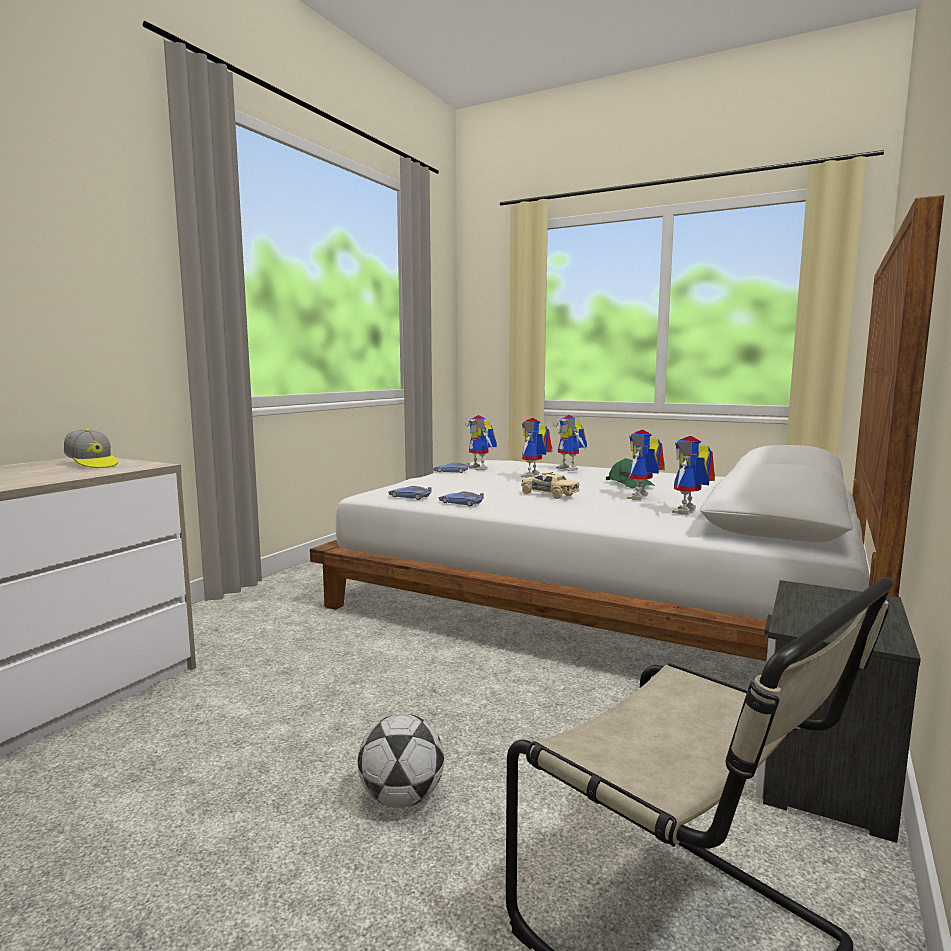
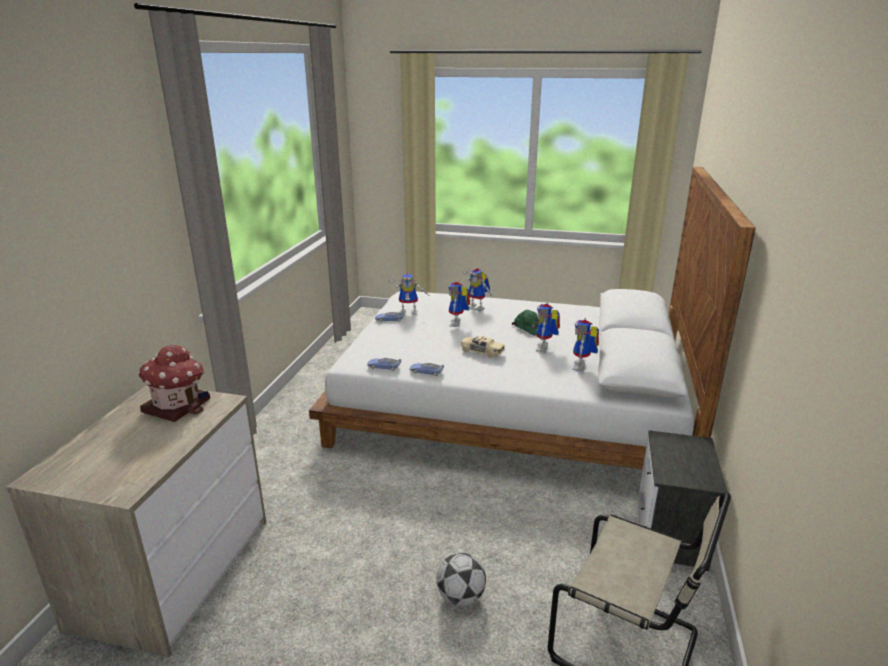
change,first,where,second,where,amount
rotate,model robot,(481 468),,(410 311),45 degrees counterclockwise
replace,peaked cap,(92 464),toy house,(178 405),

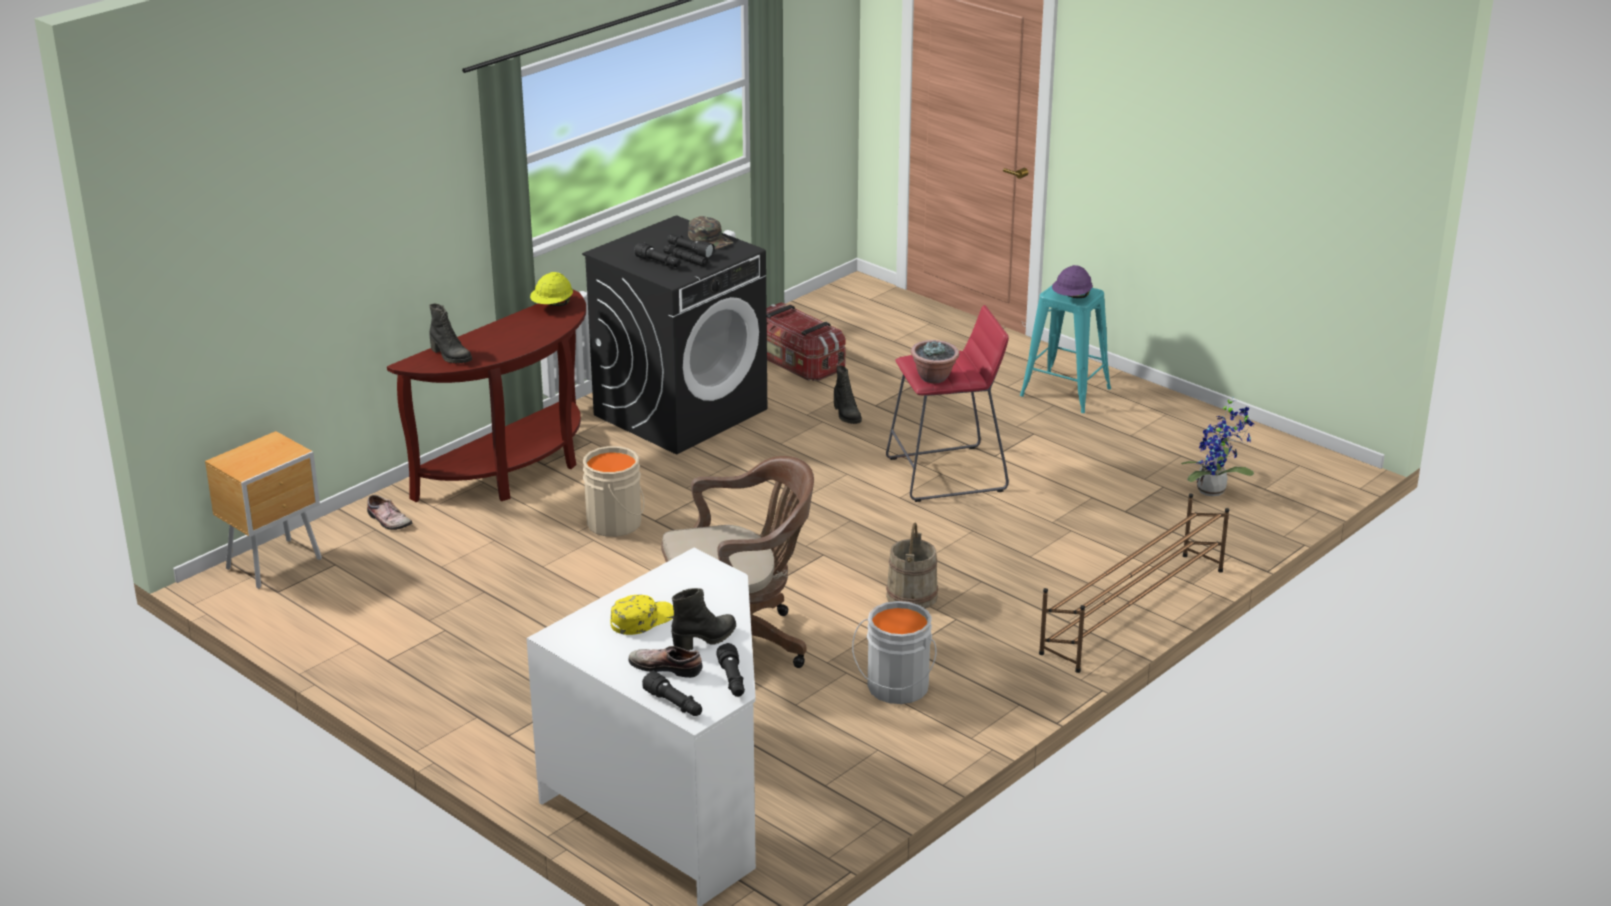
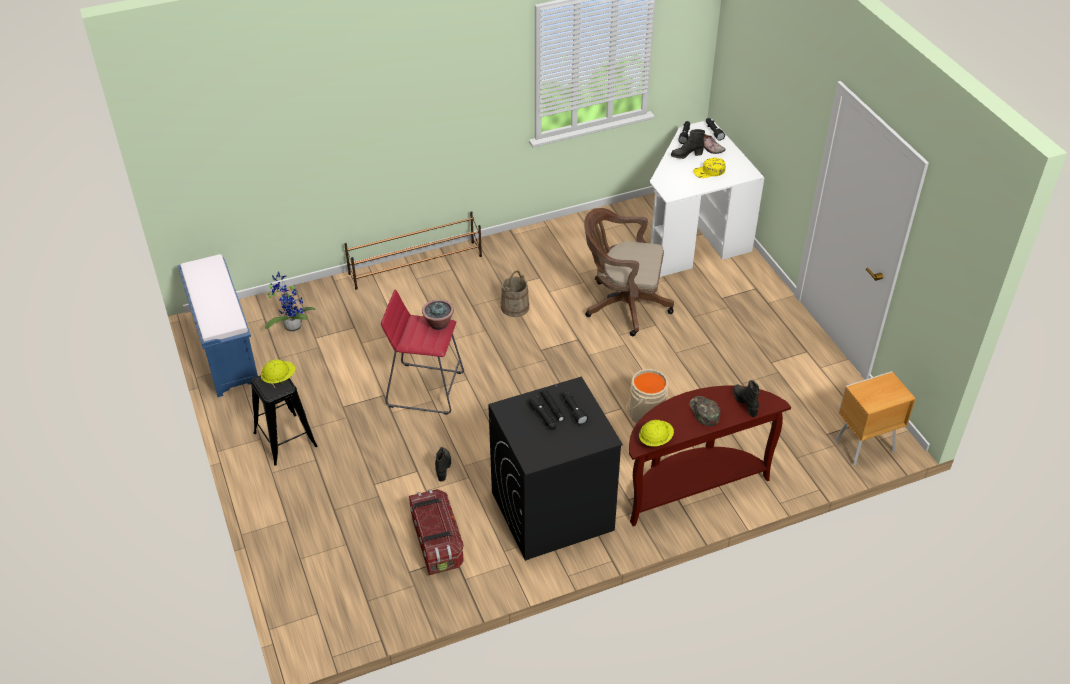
change,first,where,second,where,amount
move,green peaked cap,(710 239),,(704 412),
recolor,purple-coloured hard hat,(1071 297),yellowish hard hat,(279 378),
recolor,turquoise stool,(1065 392),black stool,(285 439),
delete,shoe,(387 521),,,
delete,grey water bucket,(896 688),,,
insert,,,bluish bench,(225 352),

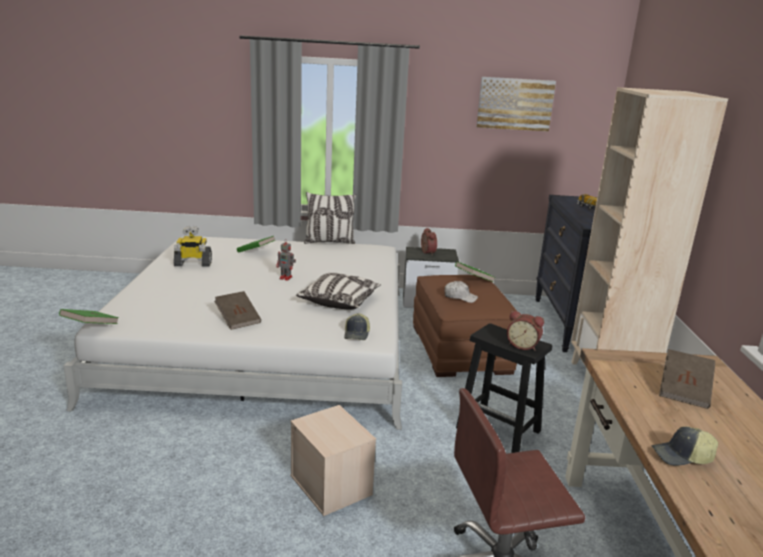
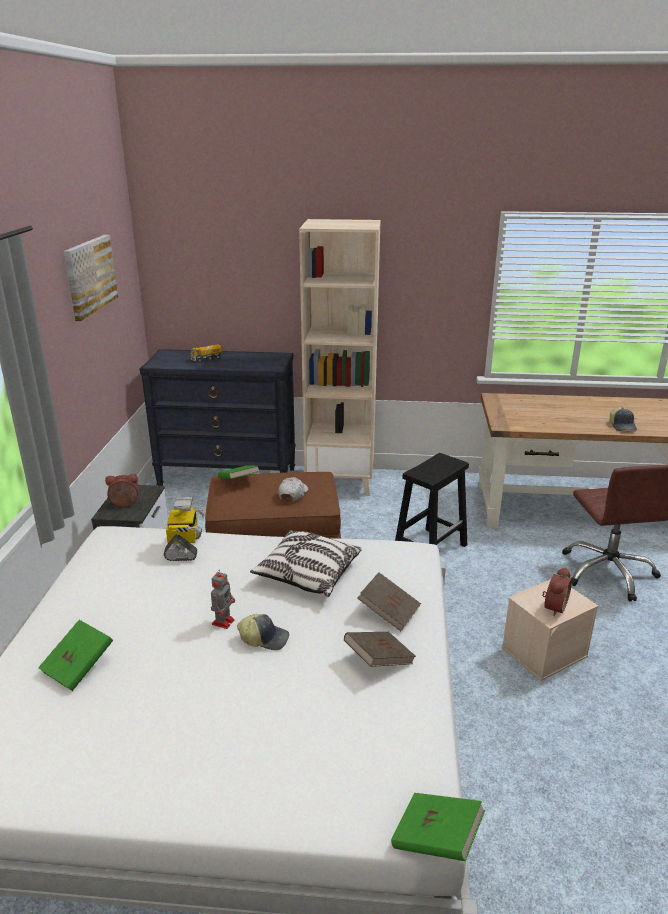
change,first,where,second,where,amount
delete,throw pillow,(329 242),,,
move,model robot,(193 264),,(185 547),
move,alarm clock,(523 345),,(553 607),
move,peaked cap,(357 334),,(264 638),
move,brownish volume,(684 391),,(389 612),

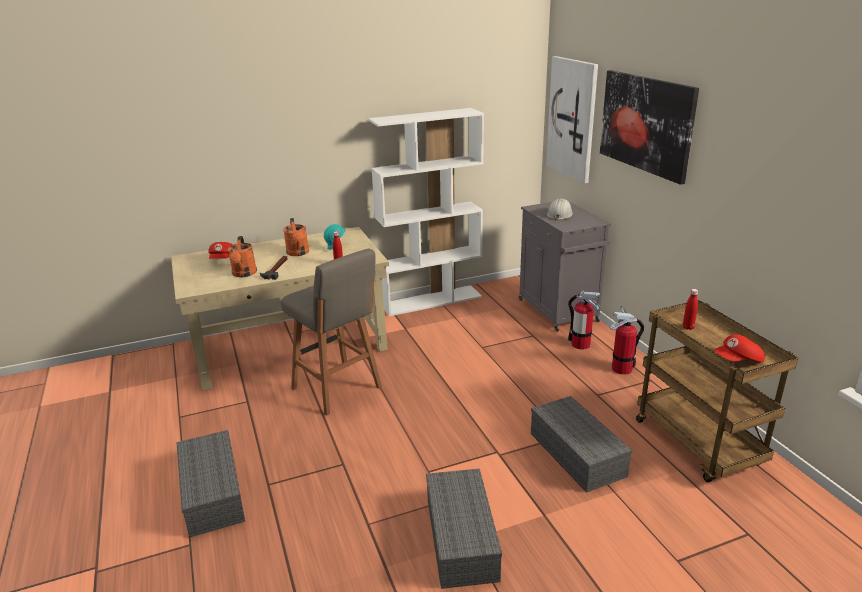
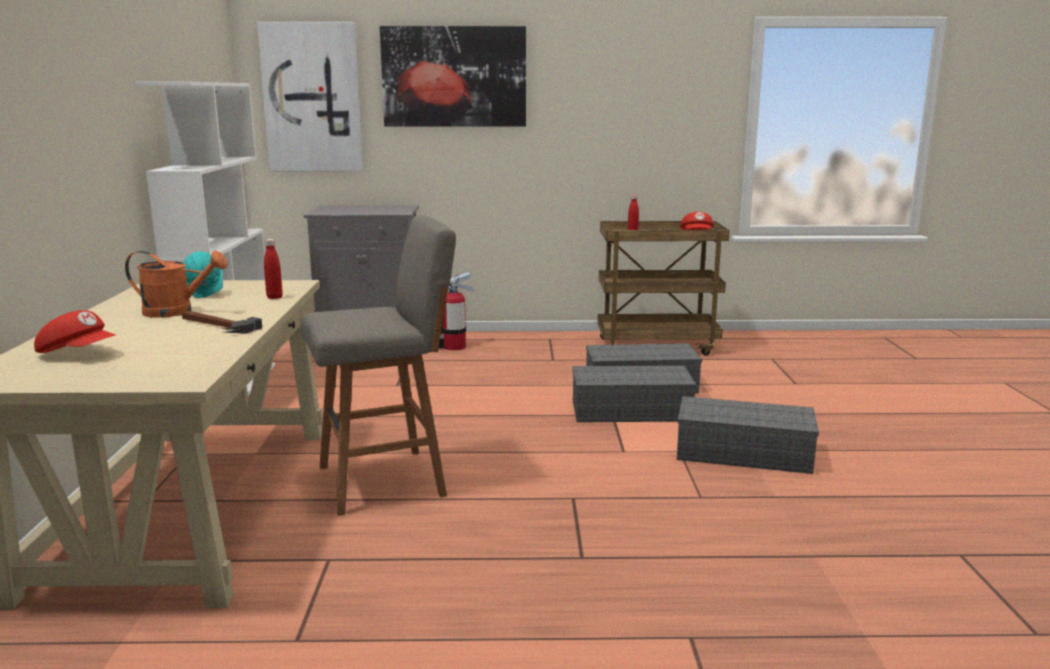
change,first,where,second,where,amount
delete,white-coloured hard hat,(559 214),,,
delete,orange sprinkling can,(244 274),,,
delete,fire extinguisher,(622 369),,,
move,grey storage container,(214 494),,(632 410),

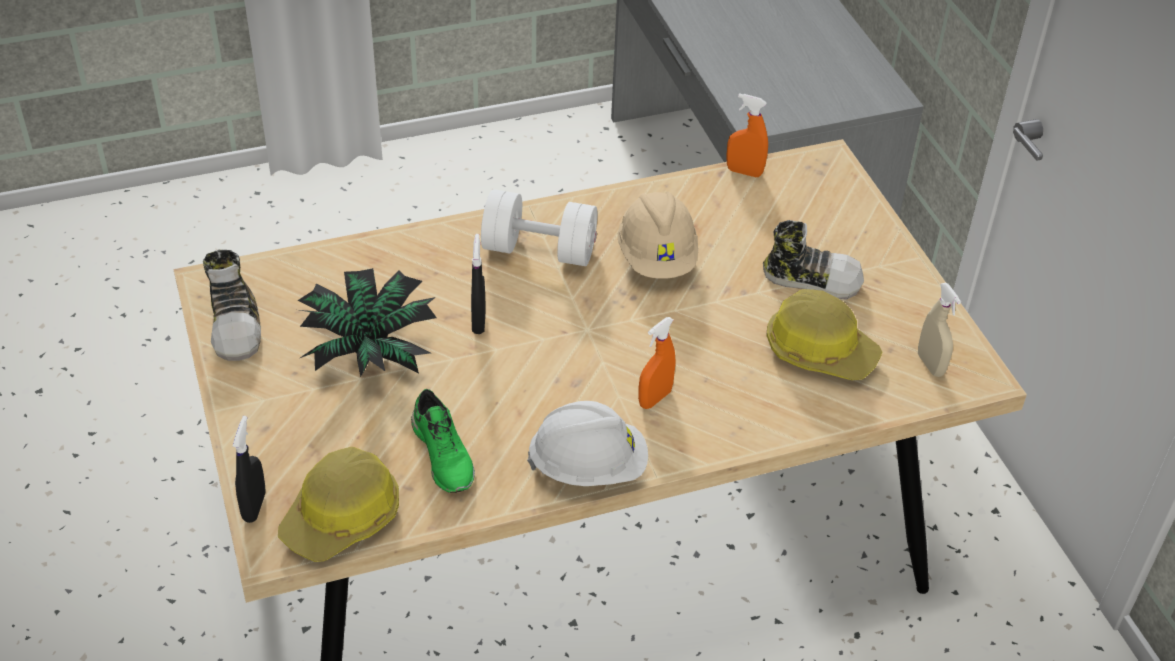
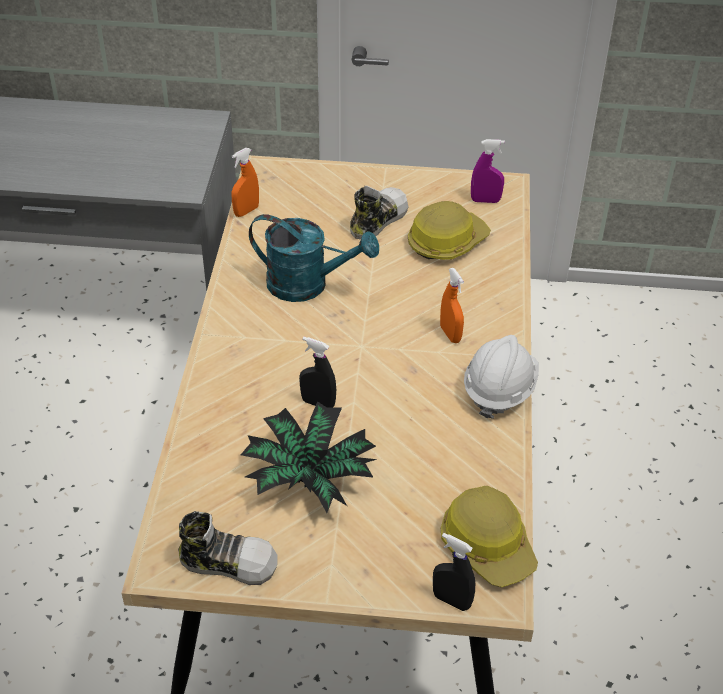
change,first,where,second,where,amount
delete,white-coloured free weight,(539 250),,,
replace,beige hard hat,(657 257),turquoise sprinkling can,(308 285),
recolor,beige spray bottle,(930 365),purple-coloured spray bottle,(485 200),
delete,green shoe,(444 455),,,

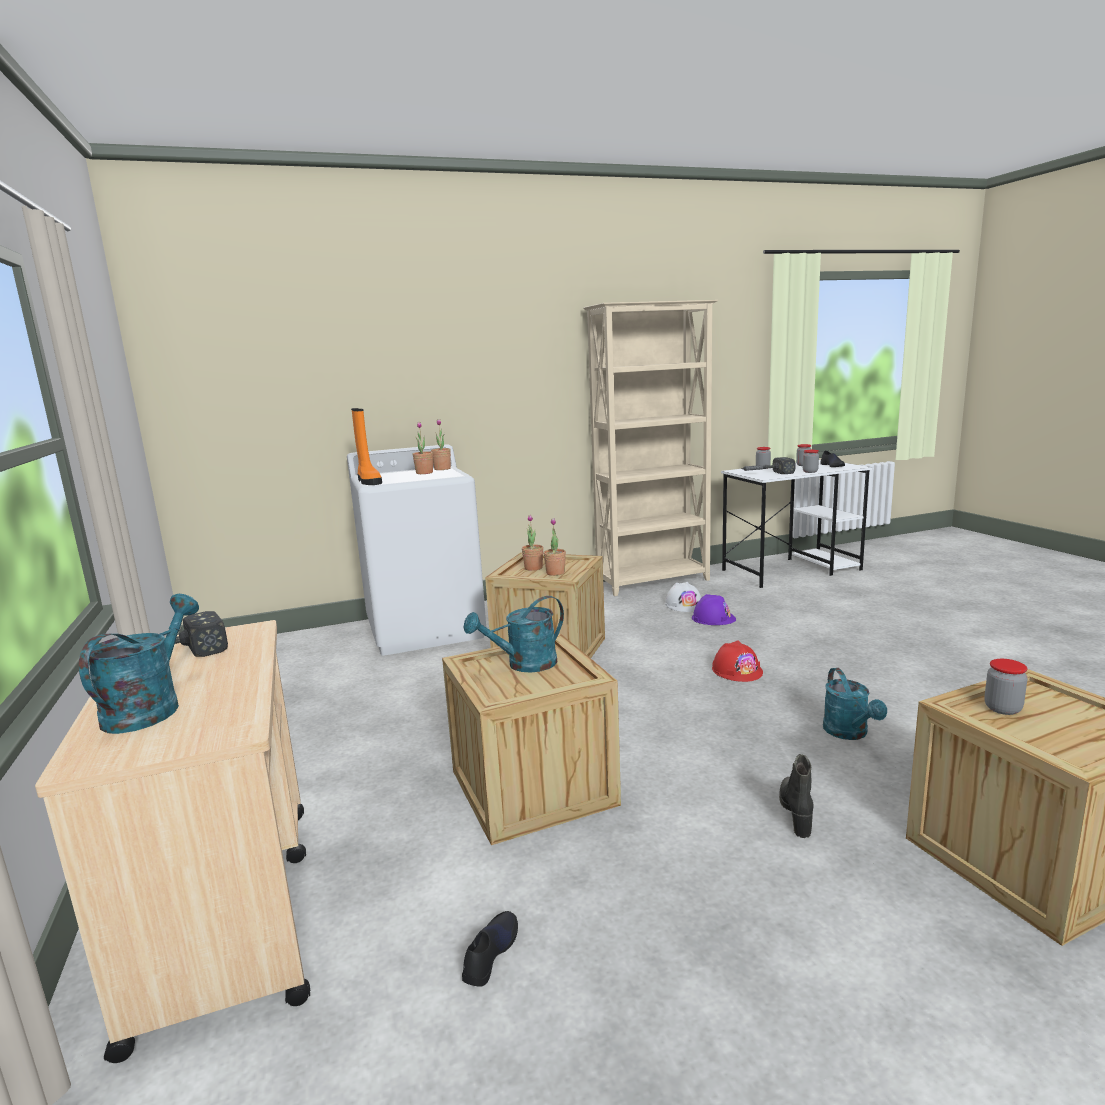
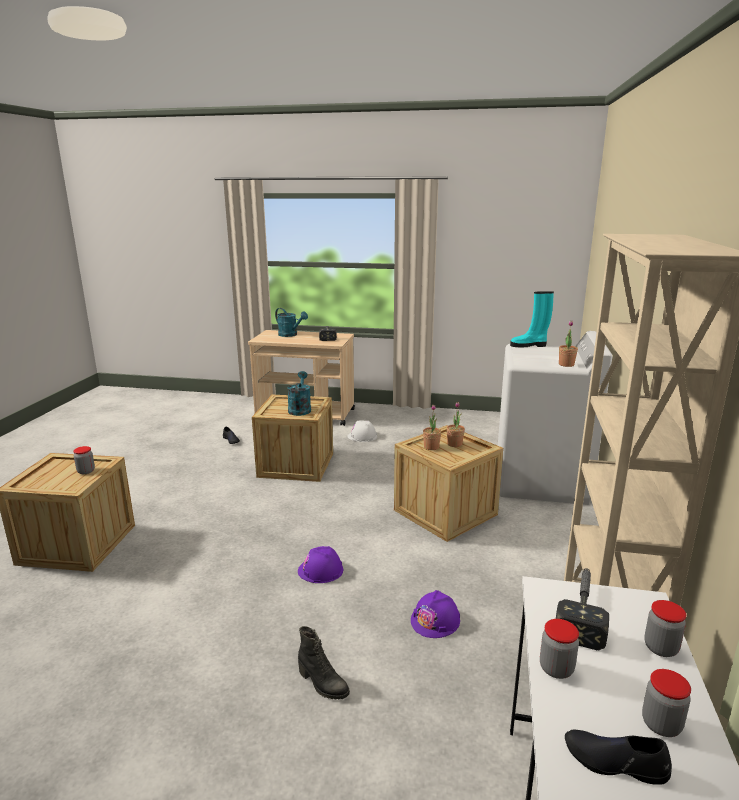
change,first,where,second,where,amount
recolor,orange boot,(368 481),turquoise boot,(529 345),
delete,houseplant,(424 473),,,
move,white-coloured hard hat,(684 604),,(362 436),
recolor,red hard hat,(737 670),purple-coloured hard hat,(320 570),
delete,turquoise sprinkling can,(849 733),,,
move,black boot,(797 813),,(322 684),

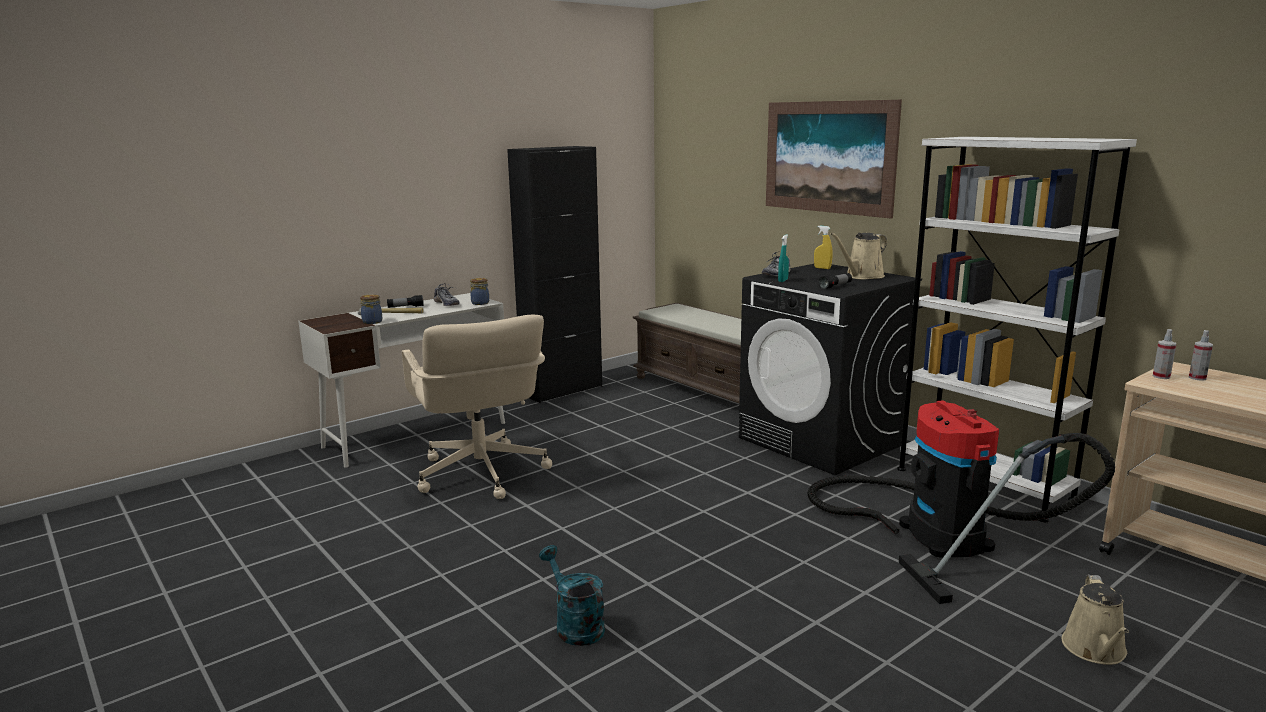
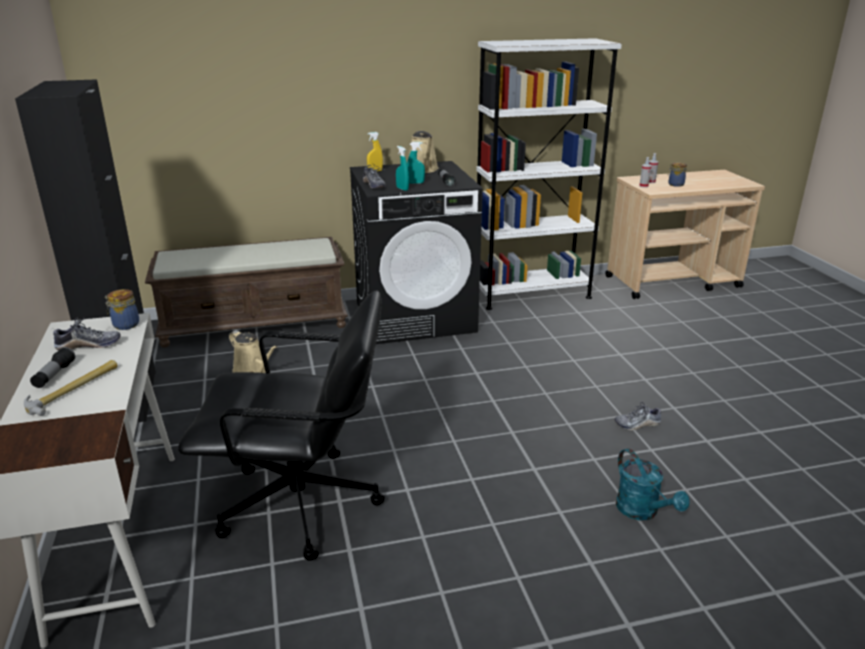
change,first,where,second,where,amount
delete,picture,(828 157),,,
move,jar,(372 322),,(675 184),
recolor,beige office chair,(481 474),black office chair,(302 505),
delete,hoover,(936 532),,,
rotate,turquoise sprinkling can,(575 625),,(642 511),105 degrees counterclockwise
move,beige sprinkling can,(1095 650),,(253 371),
insert,,,turquoise spray bottle,(415 183),
insert,,,shoe,(637 424),

